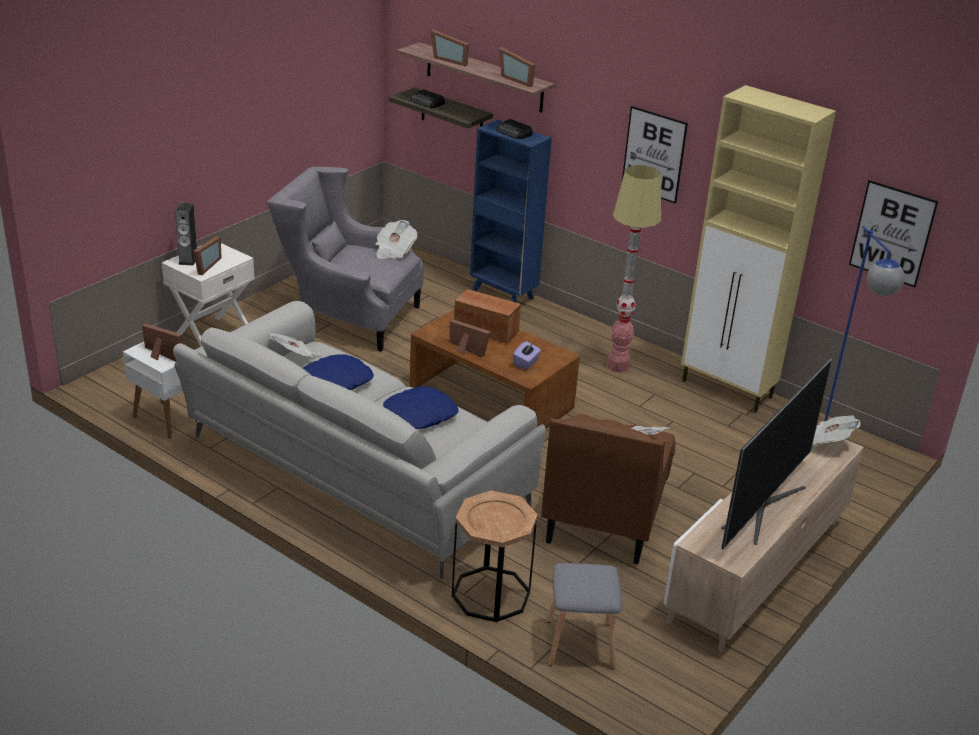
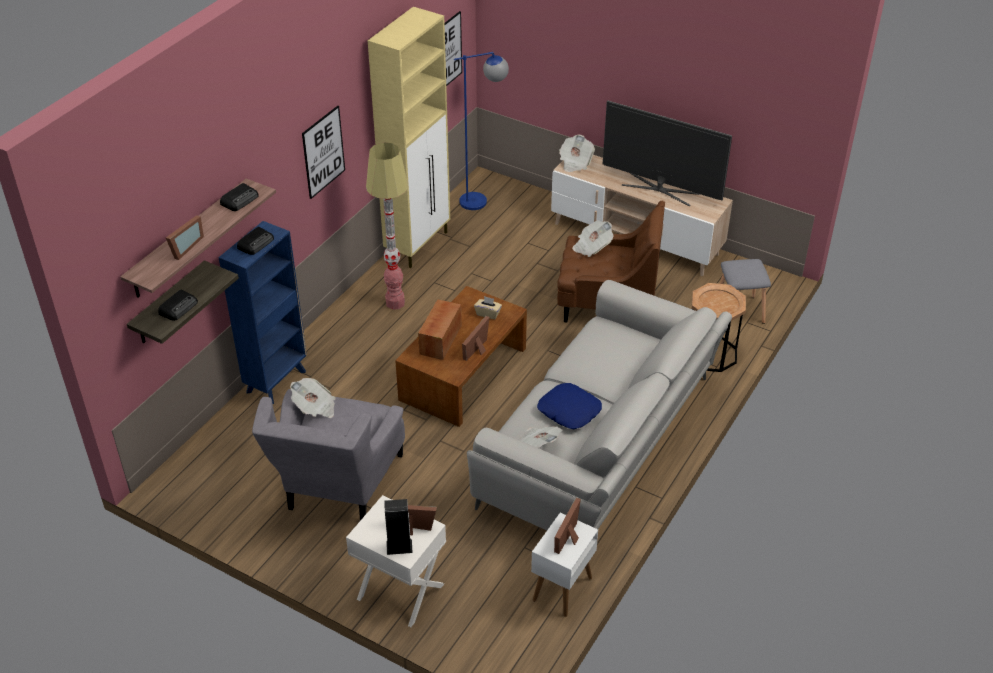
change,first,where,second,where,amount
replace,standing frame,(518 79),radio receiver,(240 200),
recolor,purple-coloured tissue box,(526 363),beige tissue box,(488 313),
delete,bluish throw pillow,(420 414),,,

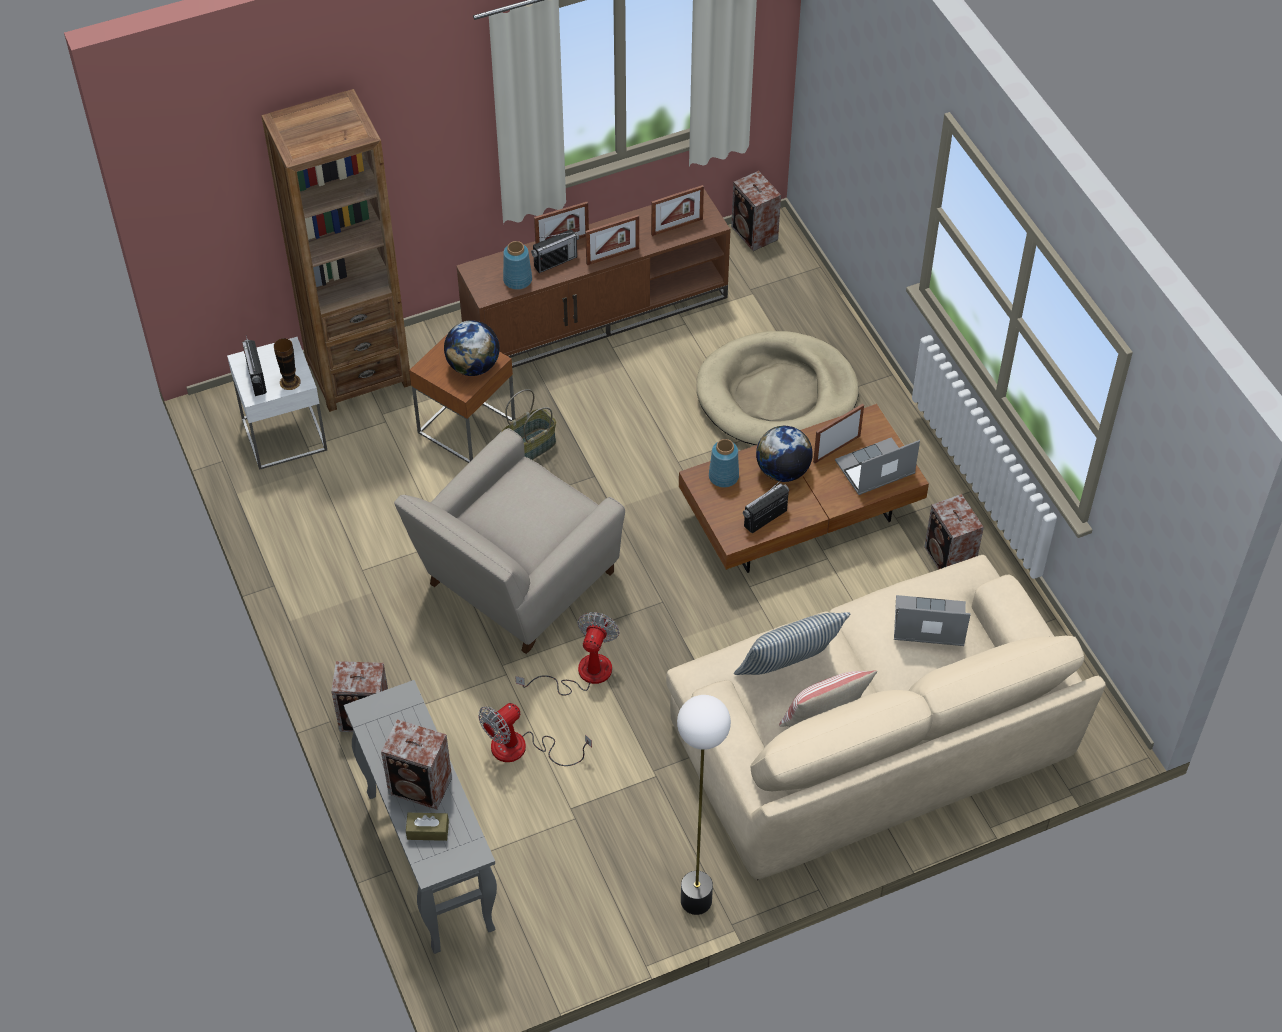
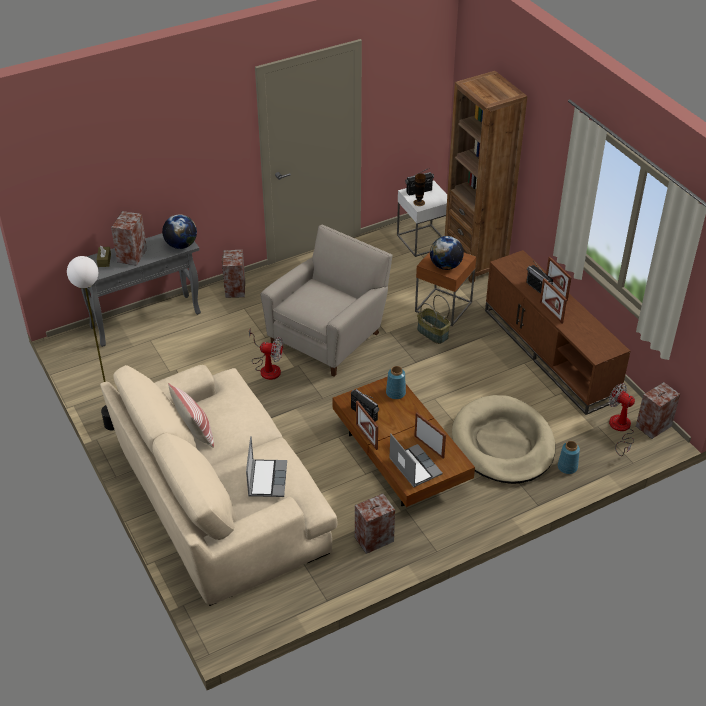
change,first,where,second,where,amount
move,standing frame,(677 227),,(366 436),
move,bluish vase,(518 279),,(567 467),
move,world globe,(782 471),,(181 245),
rotate,beige armchair,(514 584),,(329 335),90 degrees clockwise
delete,throw pillow,(789 671),,,
move,fan,(522 749),,(620 429),

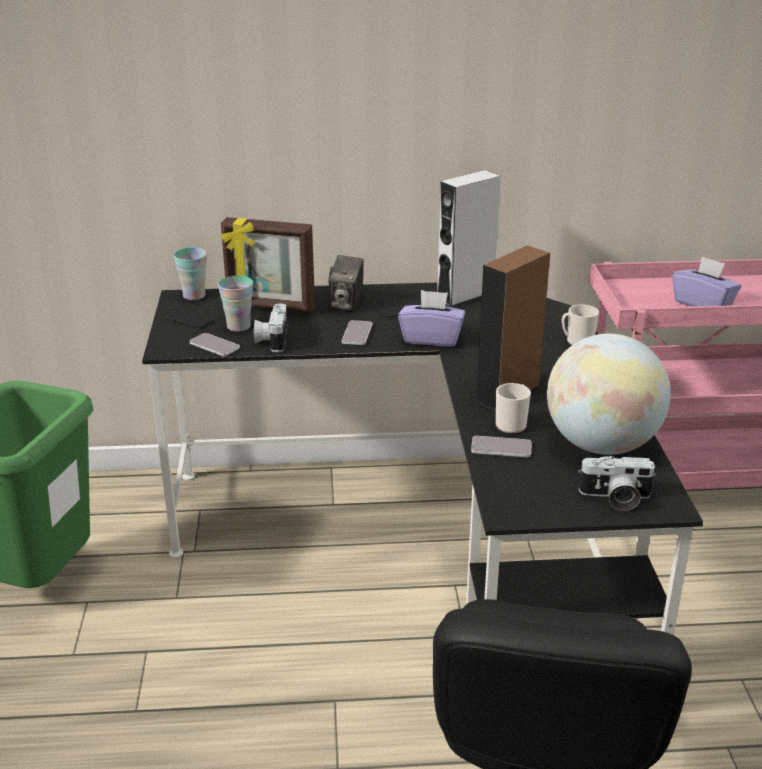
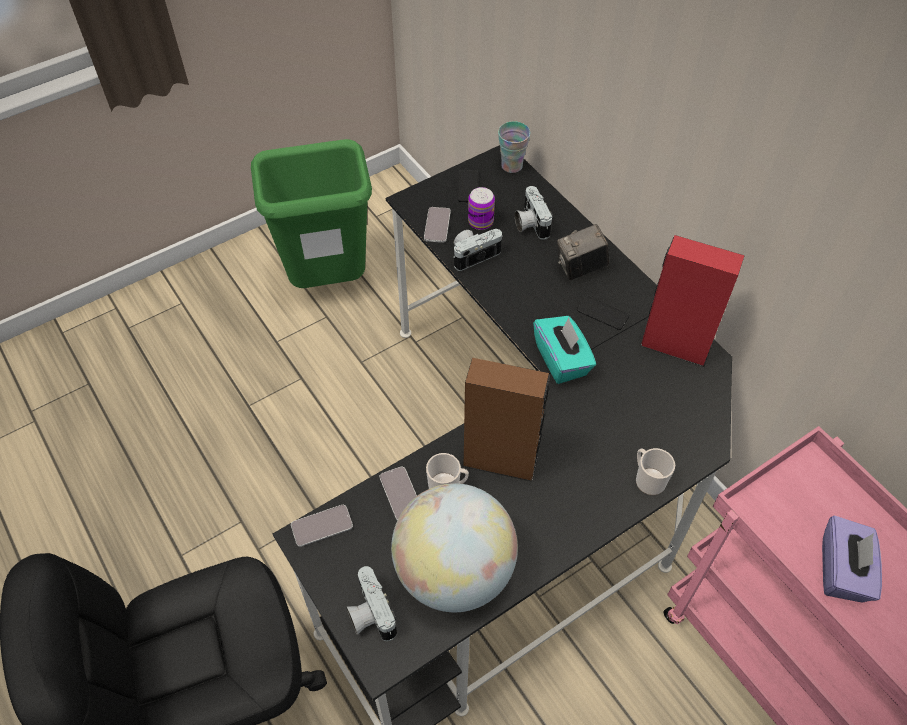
change,first,where,second,where,amount
recolor,grey speaker,(465 295),red speaker,(675 346),
replace,standing frame,(270 308),photo camera,(530 223),
replace,drinking cup,(238 326),can,(480 222),
recolor,purple-coloured tissue box,(431 338),turquoise tissue box,(562 360),
move,phone,(357 334),,(322 526),

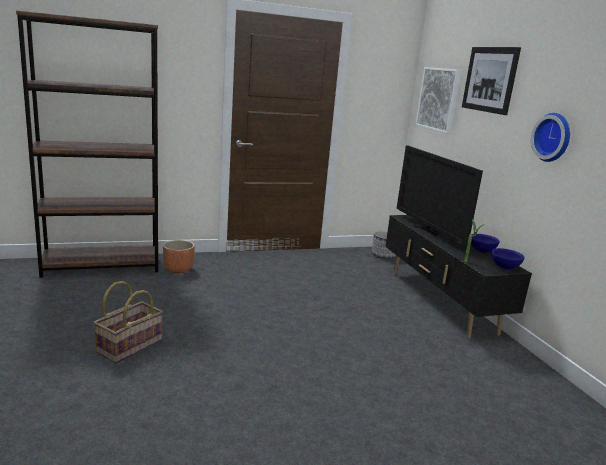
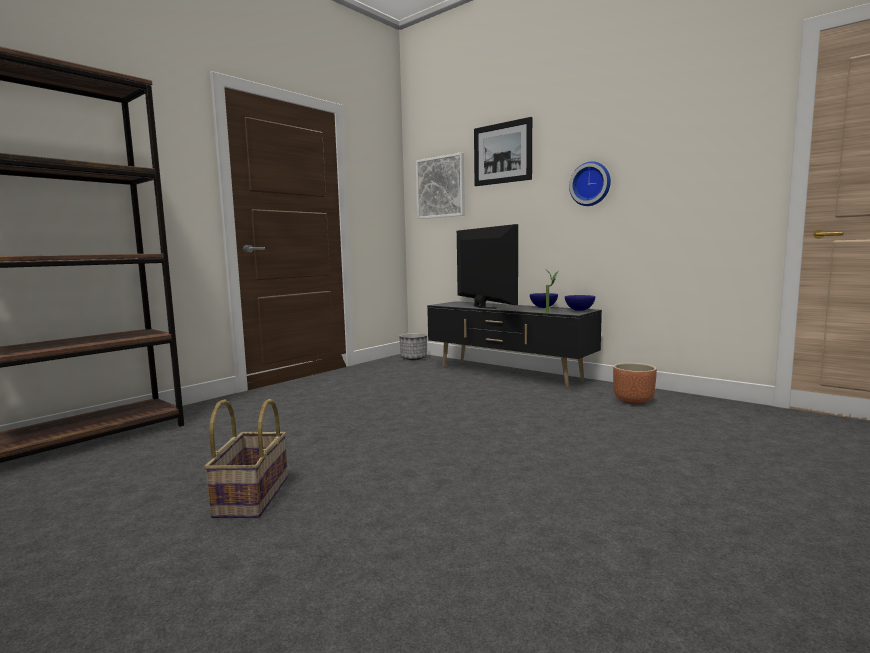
change,first,where,second,where,amount
rotate,TV set,(429 232),,(482 306),150 degrees counterclockwise
move,brownish plant pot,(178 270),,(634 401),

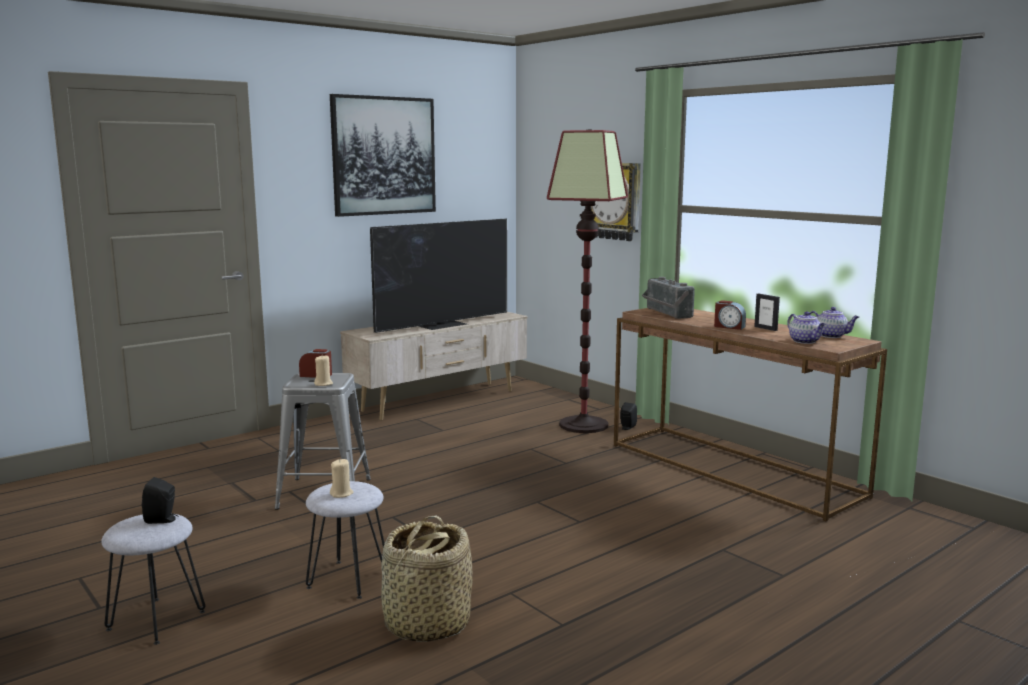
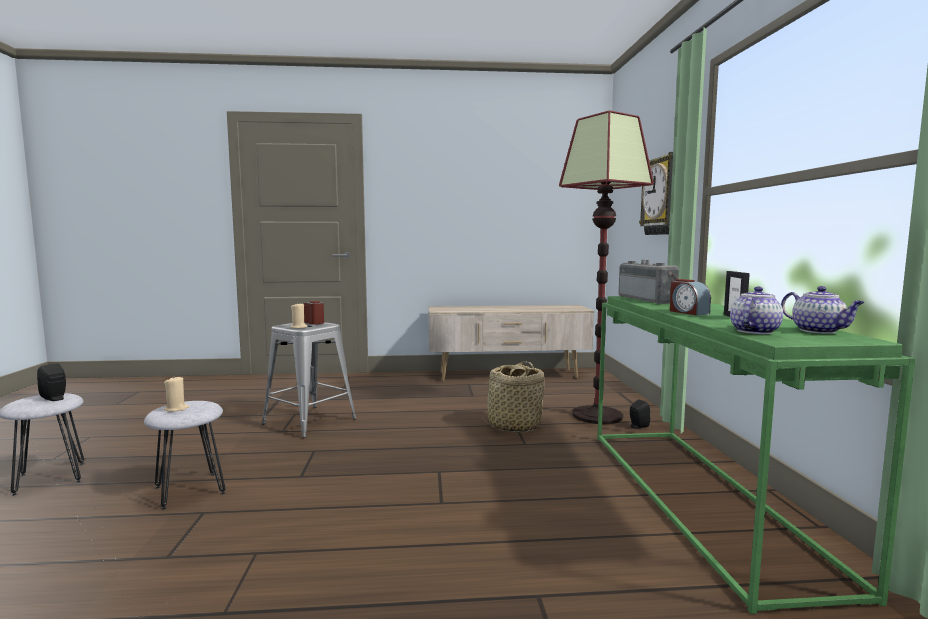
change,first,where,second,where,amount
delete,picture,(384 156),,,
delete,TV set,(443 324),,,
rotate,radio receiver,(666 313),,(649 299),150 degrees clockwise
recolor,brownish console table,(734 469),green console table,(702 499),
rotate,tea pot,(805 341),,(754 331),150 degrees counterclockwise
move,household basket,(426 624),,(513 426),

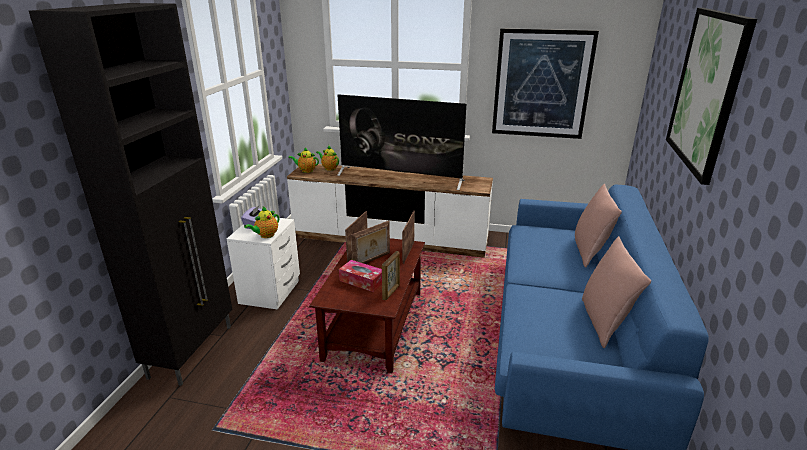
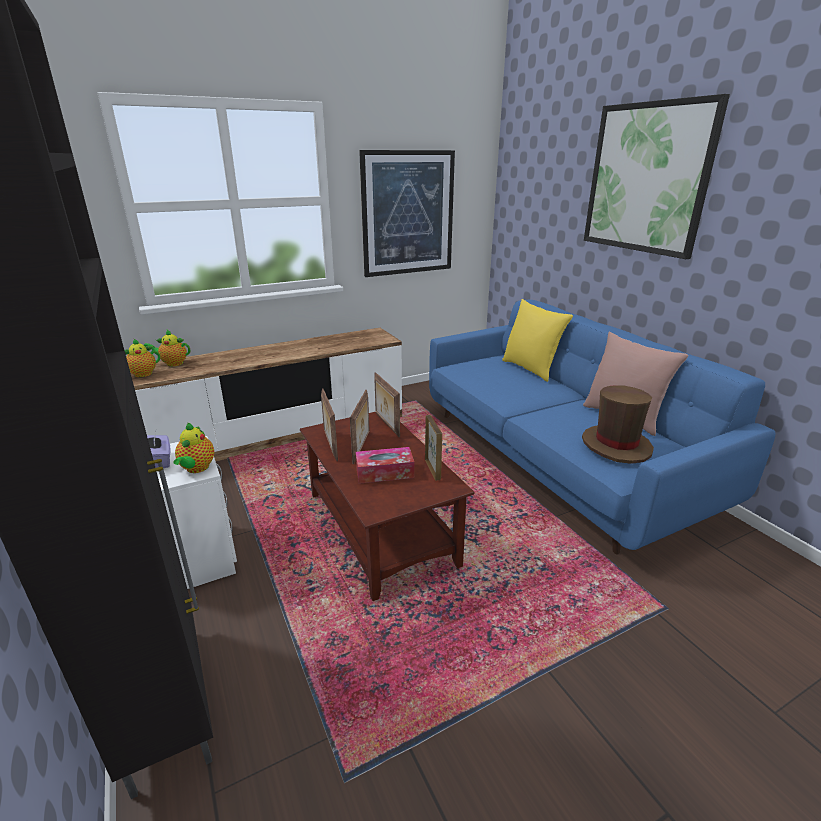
change,first,where,second,where,amount
delete,TV set,(400 178),,,
recolor,pink-coloured throw pillow,(590 252),yellowish throw pillow,(530 369),
insert,,,brownish clothing hat,(616 445),

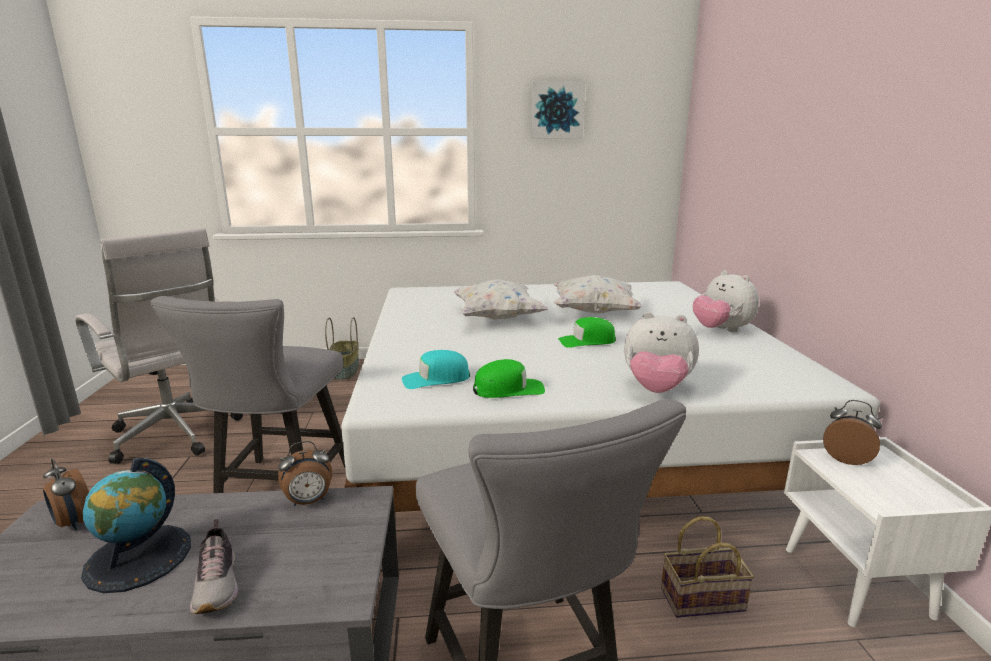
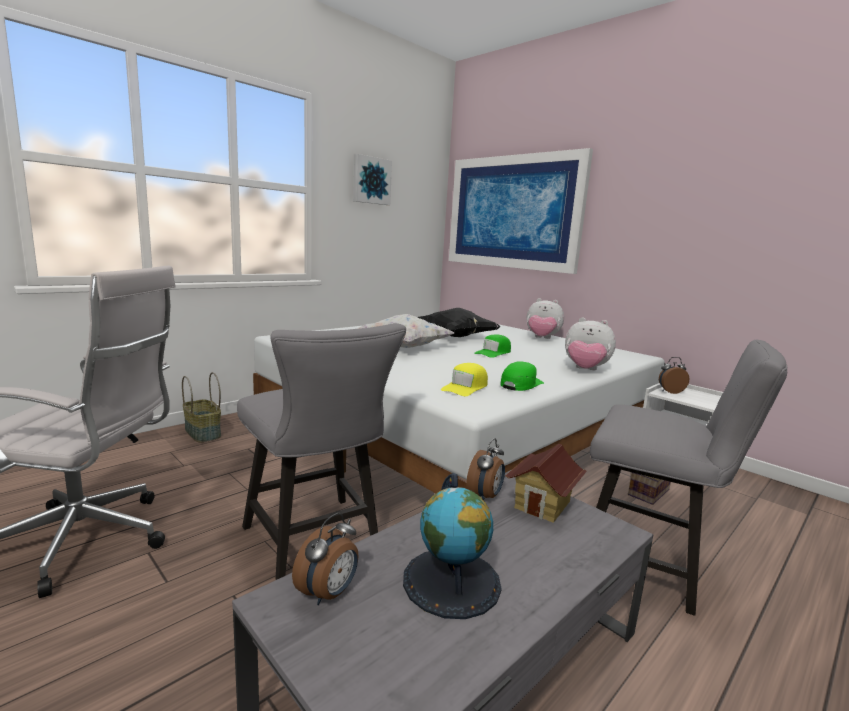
change,first,where,second,where,amount
recolor,white-coloured throw pillow,(593 312),black throw pillow,(455 337),
rotate,cuddly toy,(656 389),,(585 370),45 degrees clockwise
recolor,turquoise peaked cap,(436 379),yellowish peaked cap,(465 387),
rotate,alarm clock,(74 523),,(329 593),60 degrees counterclockwise
delete,shoe,(218 584),,,
insert,,,picture,(513 212),
insert,,,toy house,(543 505),

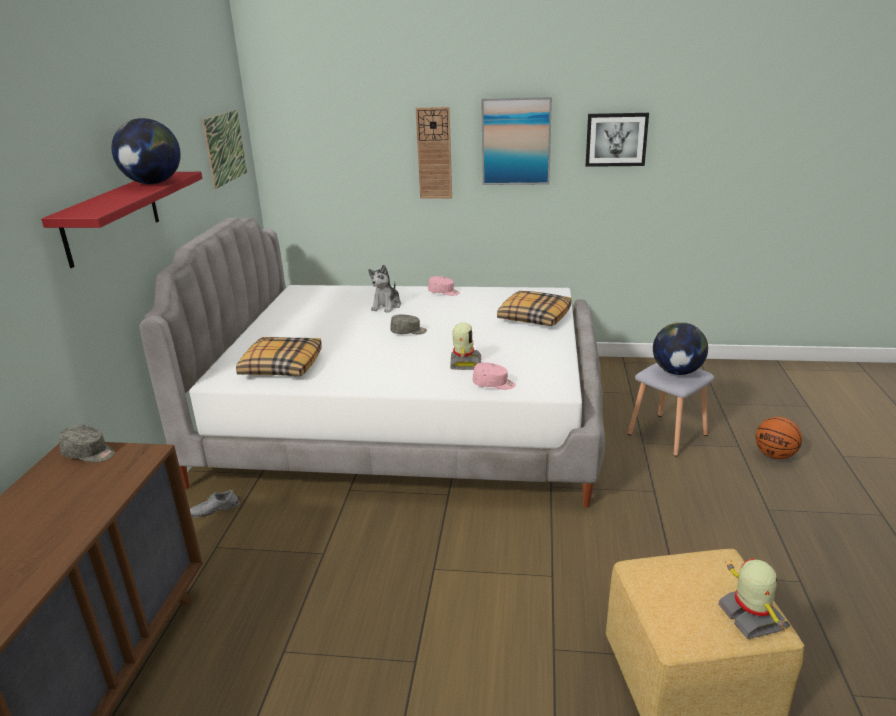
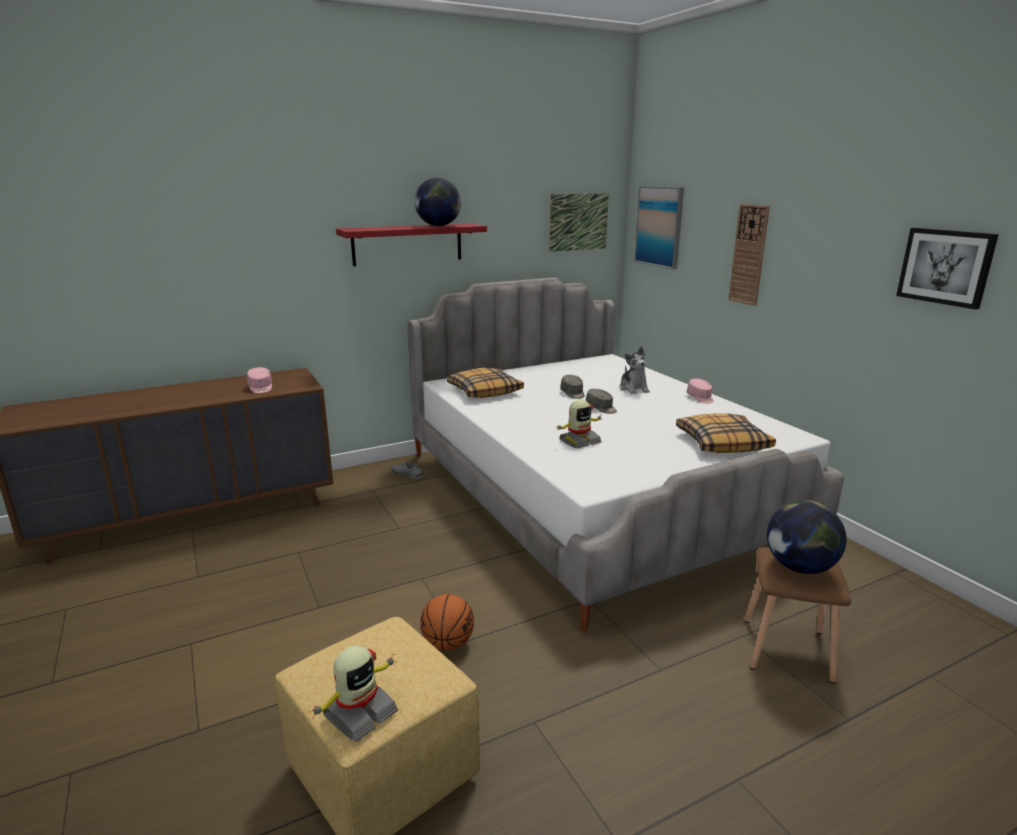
change,first,where,second,where,amount
move,picture,(516 141),,(659 226),
rotate,cuddly toy,(386 306),,(633 389),90 degrees counterclockwise
move,pink-coloured peaked cap,(494 384),,(260 388),
recolor,grey stool,(668 434),brownish stool,(788 650),
move,basketball ball,(774 455),,(448 643),
move,grey peaked cap,(89 453),,(573 393),

